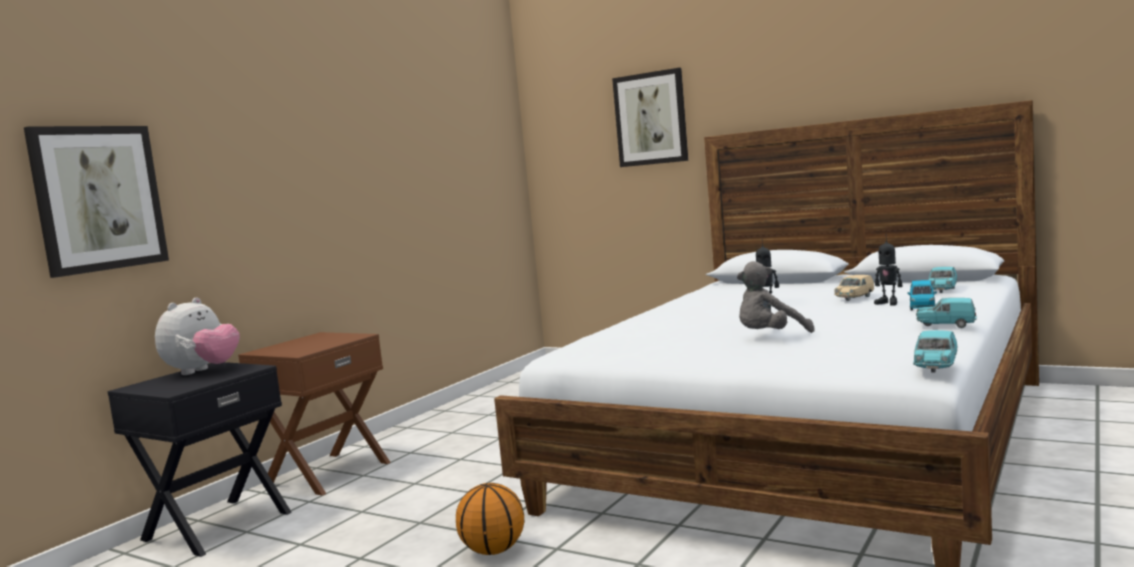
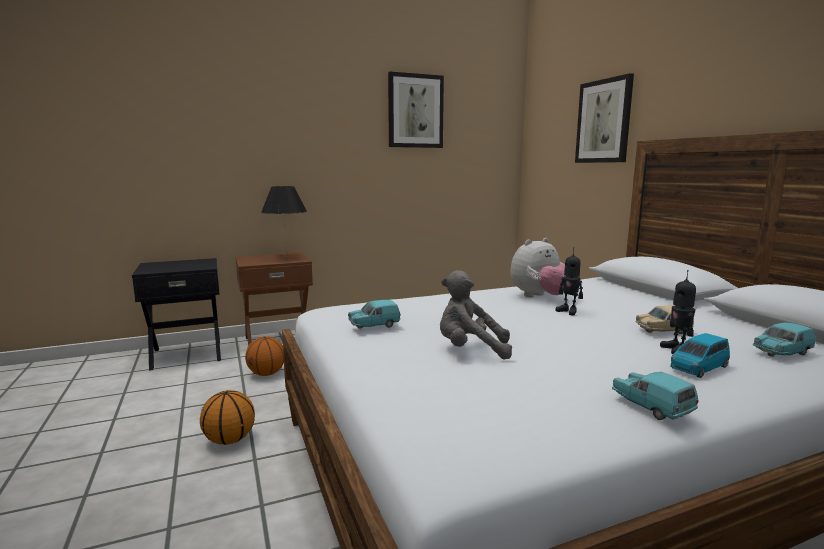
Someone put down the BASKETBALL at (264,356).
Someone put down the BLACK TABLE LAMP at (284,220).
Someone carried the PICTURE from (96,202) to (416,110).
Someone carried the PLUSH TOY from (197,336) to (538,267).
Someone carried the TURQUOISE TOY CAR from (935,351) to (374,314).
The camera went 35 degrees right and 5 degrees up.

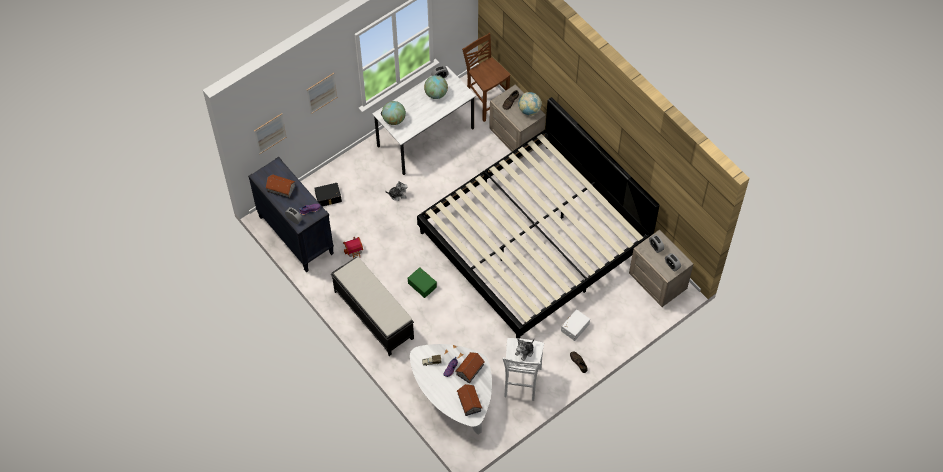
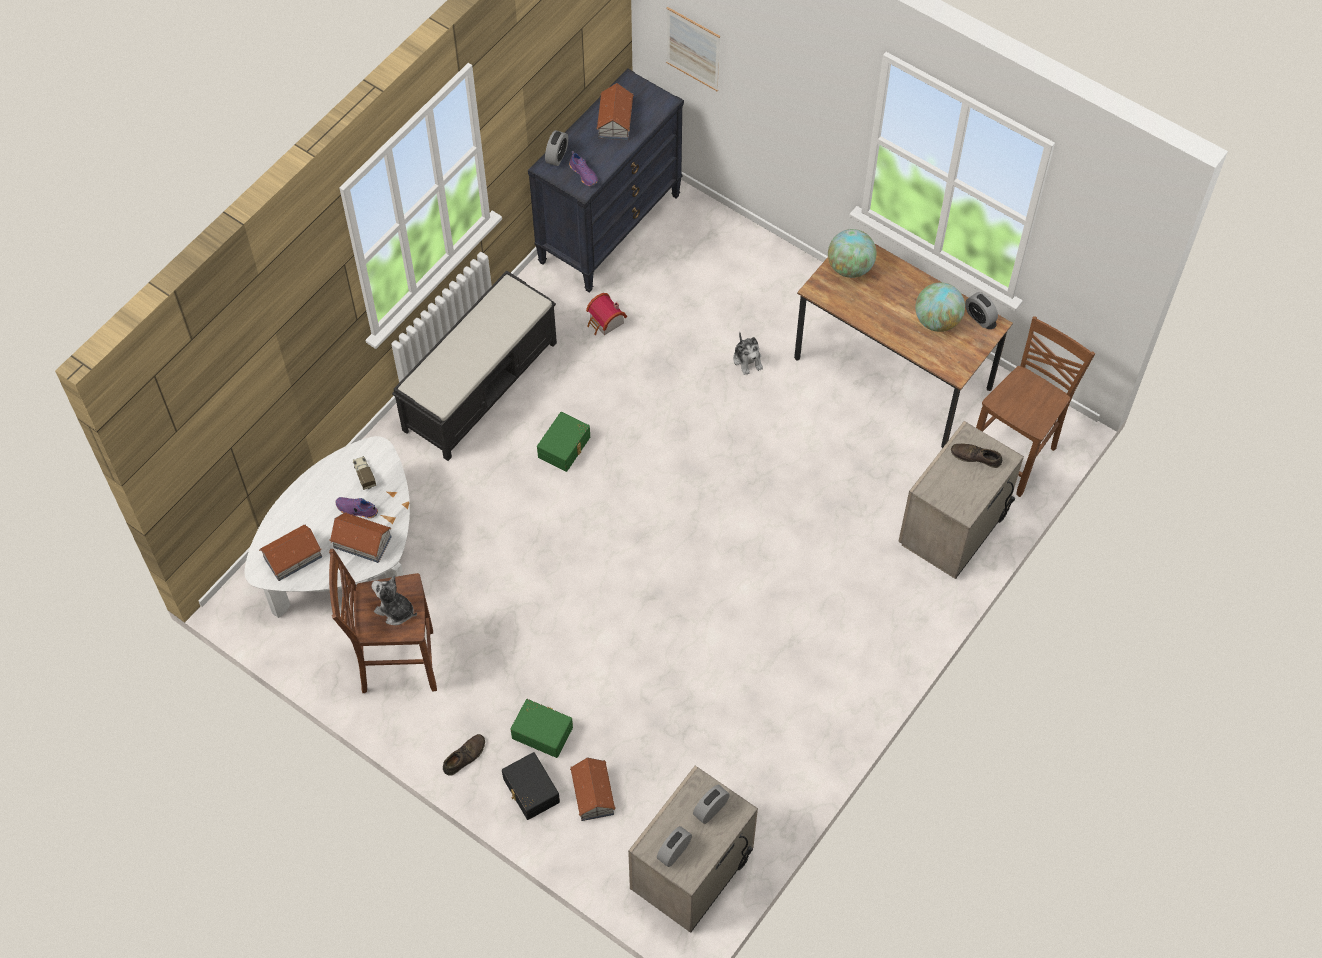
Someone took away the PICTURE at (322,93).
Someone took away the BED at (538,218).
Someone took away the GLOBE at (530,104).
Someone put down the TOY HOUSE at (593,789).
Someone carried the BLACK STORAGE BOX from (328,195) to (531,786).
Someone repainted the WHITE DESK at (424,120), which became the BROWN DESK at (903,345).
Someone repainted the WHITE STOOL at (523,369), which became the BROWN STOOL at (383,621).
Someone repainted the WHITE STORAGE BOX at (575,325), which became the GREEN STORAGE BOX at (542,728).
The camera went 75 degrees right and 0 degrees up.

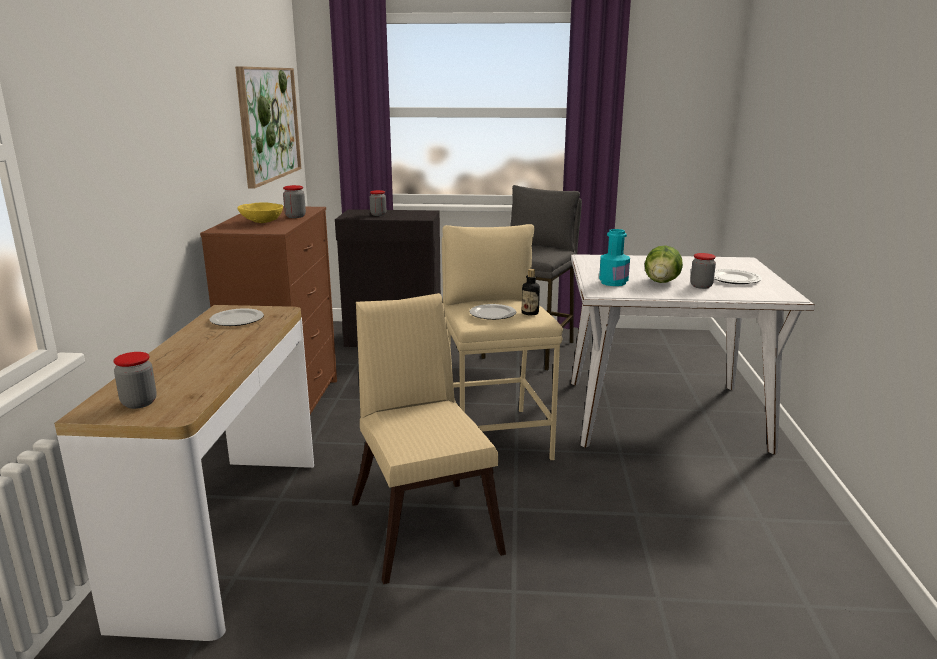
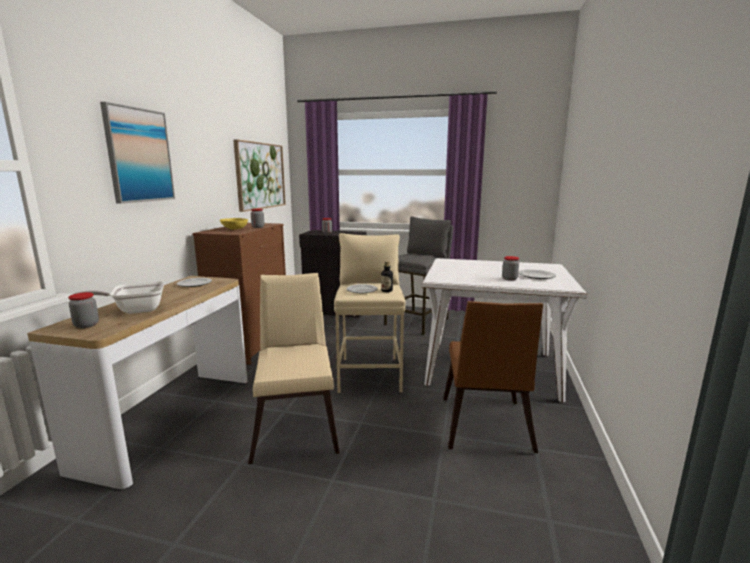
Someone took away the TURQUOISE BOTTLE at (614,257).
Someone took away the LETTUCE at (664,264).
Someone put down the FRYING PAN at (119,297).
Someone put up the PICTURE at (137,153).
Someone put down the BROWN CHAIR at (493,377).
The camera went 10 degrees right and 5 degrees down.

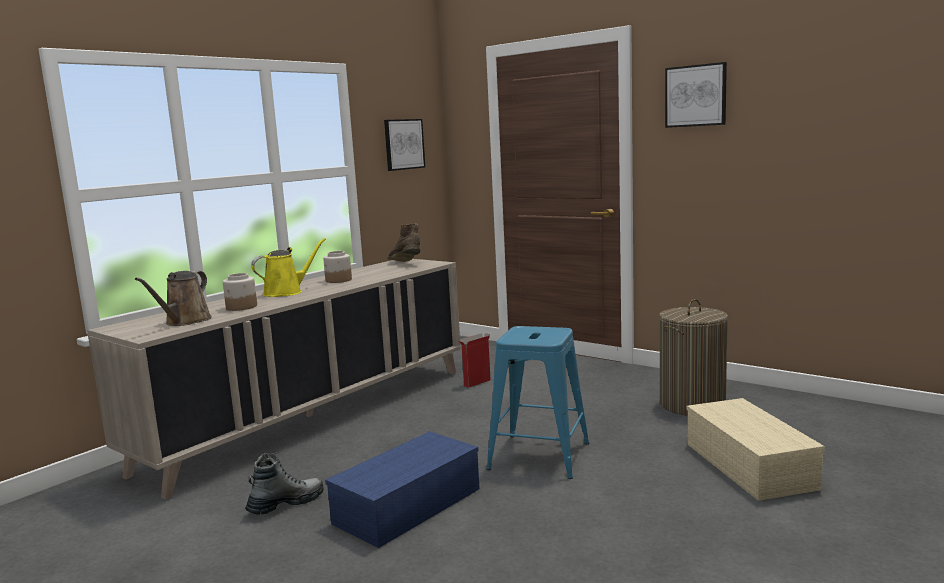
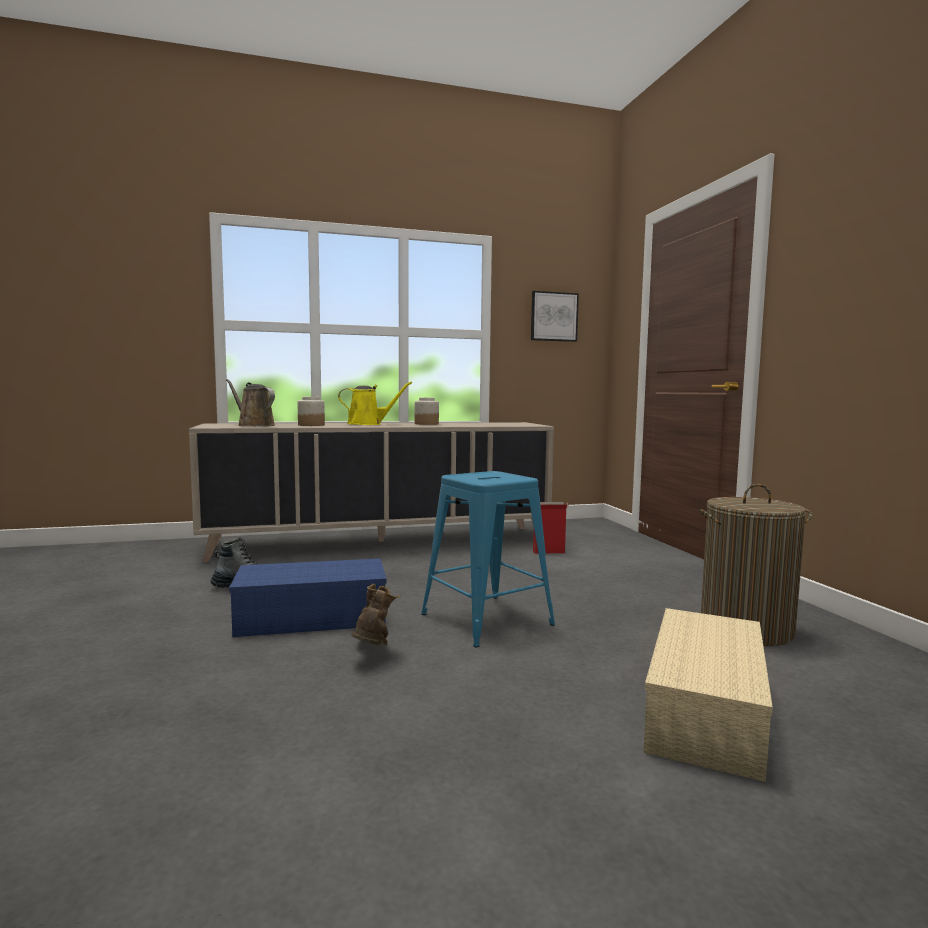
Someone took away the PICTURE at (696,95).
Someone carried the BROWN BOOT from (403,242) to (375,615).
Someone rotated the BROWN WATERING CAN at (173,298) by 75 degrees clockwise.
The camera went 35 degrees right and 5 degrees down.

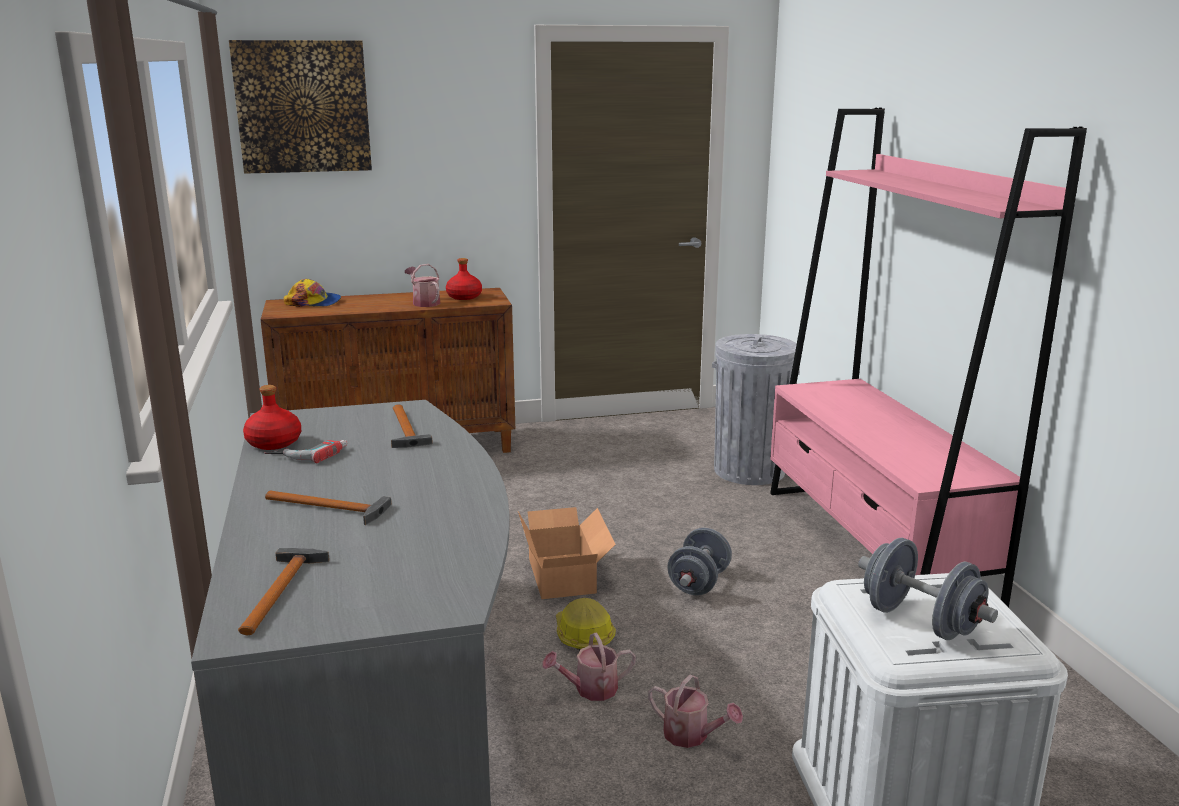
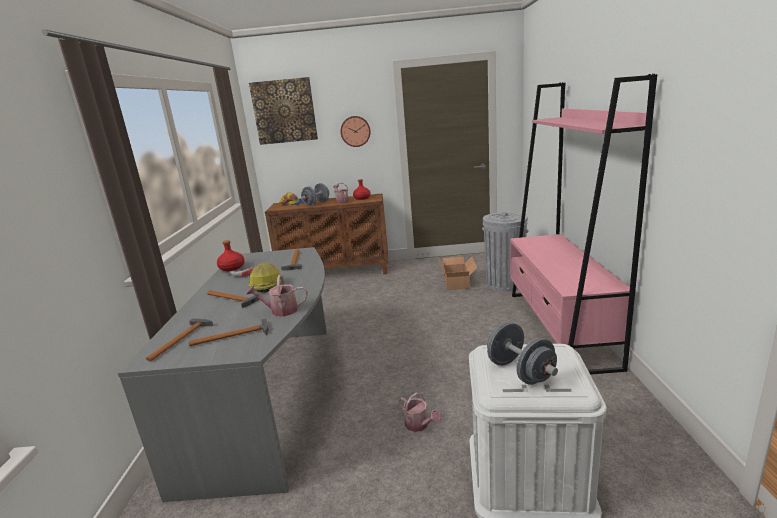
Someone put down the HAMMER at (229,332).
Someone put up the WALL CLOCK at (356,131).
Someone carried the CARDBOARD BOX from (567,553) to (458,273).
Someone carried the WATERING CAN from (589,666) to (277,295).
Someone carried the HARD HAT from (586,624) to (265,277).
Someone carried the GREY DUMBBELL from (699,561) to (315,194).
The camera went 15 degrees right and 0 degrees up.

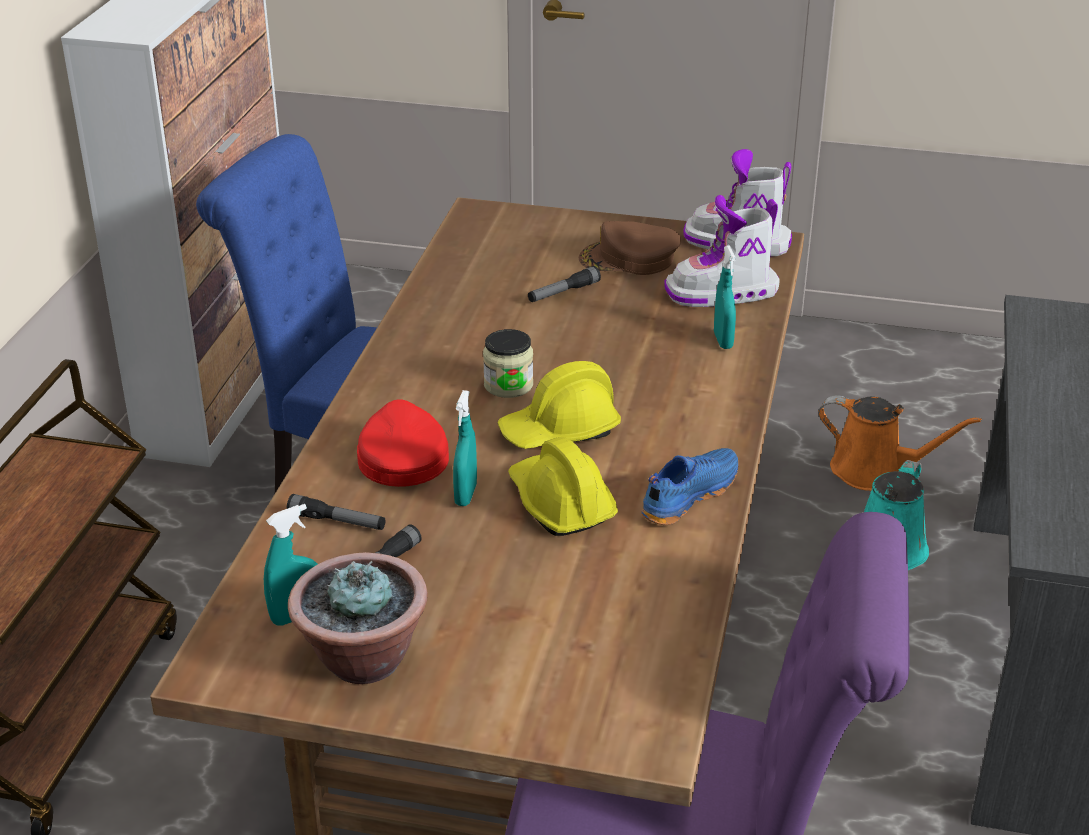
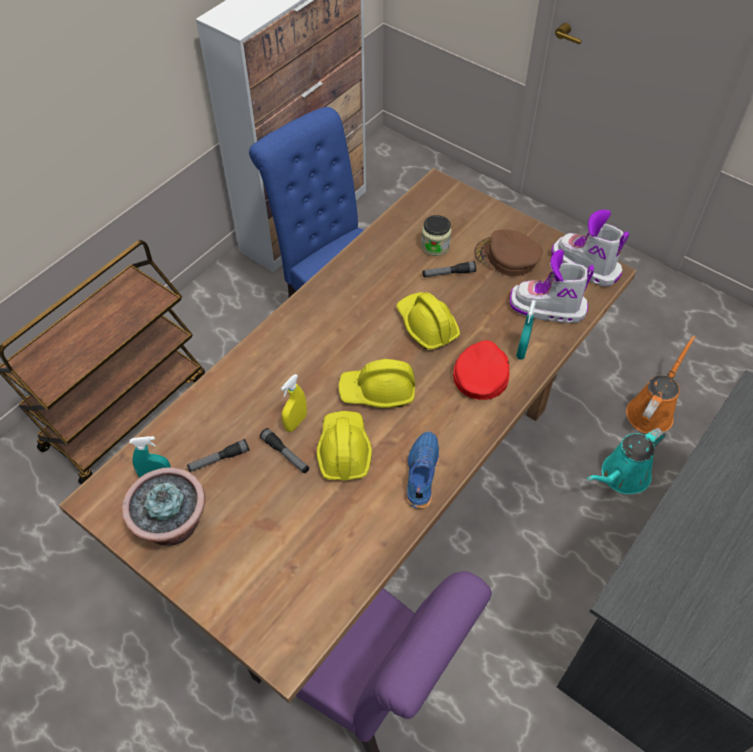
Someone put down the YELLOW HARD HAT at (428,320).
Someone carried the FLASHLIGHT from (336,512) to (284,450).
Someone carried the RED CAP from (403,443) to (481,370).
Someone carried the JAR from (508,363) to (436,235).
Someone repainted the TURQUOISE SPRAY BOTTLE at (465,448), which became the YELLOW SPRAY BOTTLE at (294,403).
Someone rotated the BLUE SHOE at (689,486) by 60 degrees counterclockwise.
Someone rotated the ORANGE WATERING CAN at (900,443) by 105 degrees counterclockwise.
The camera went 25 degrees right and 20 degrees up.

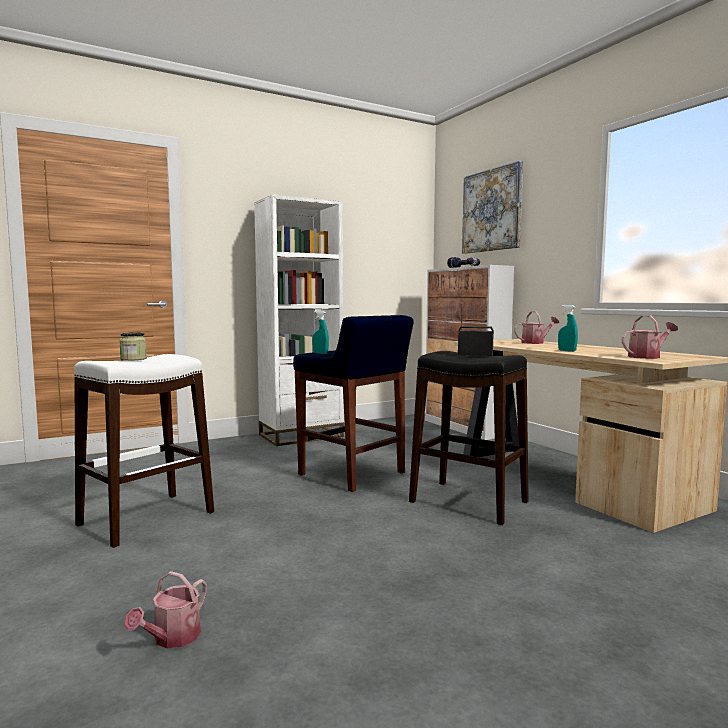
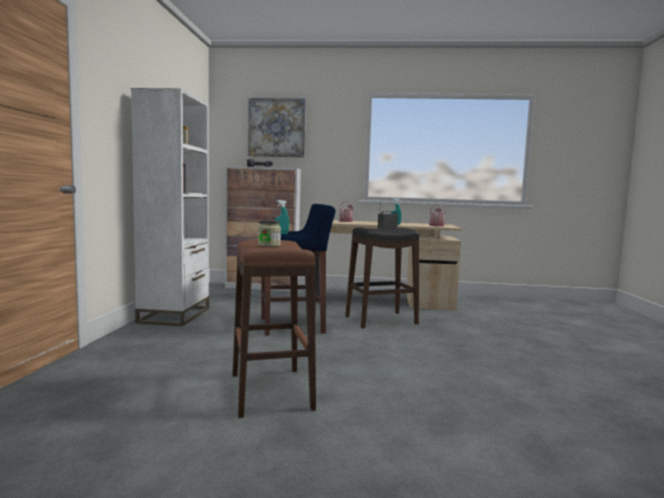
Someone took away the WATERING CAN at (165,610).
Someone repainted the WHITE STOOL at (144,451), which became the BROWN STOOL at (274,329).
The camera went 55 degrees left and 0 degrees up.

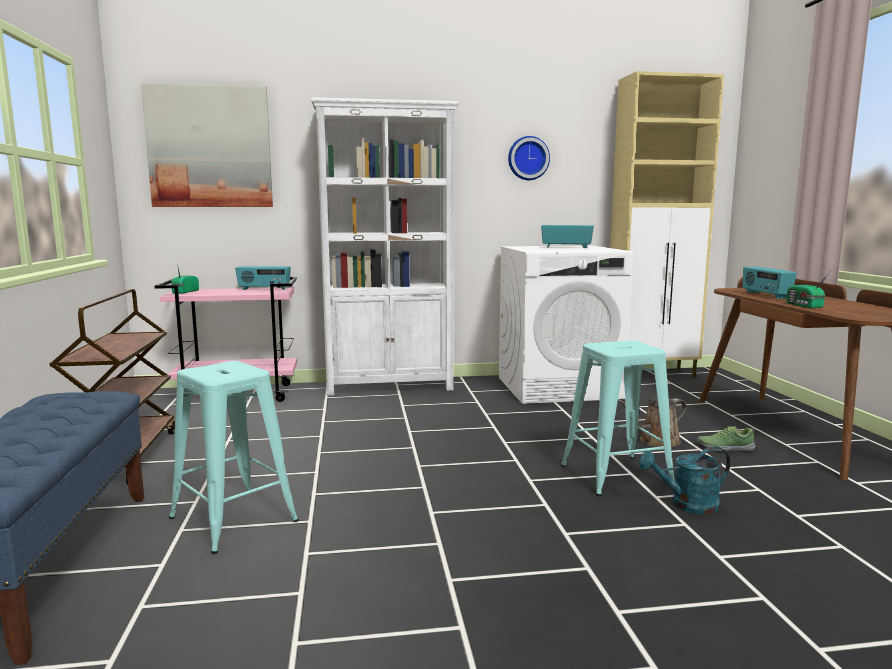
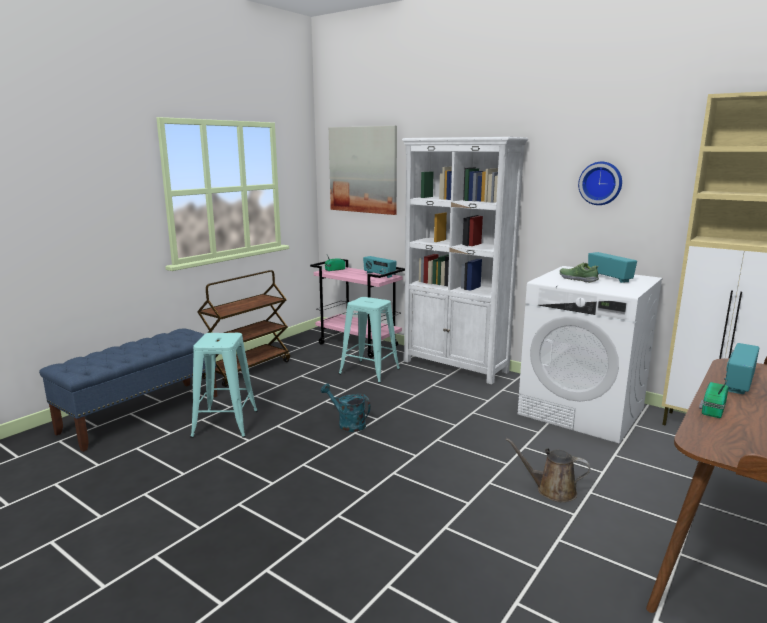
Someone carried the TURQUOISE STOOL from (618,418) to (369,340).
Someone carried the TURQUOISE WATERING CAN from (684,480) to (346,408).
Someone carried the SHOE from (726,438) to (579,273).
The camera went 45 degrees right and 5 degrees up.

